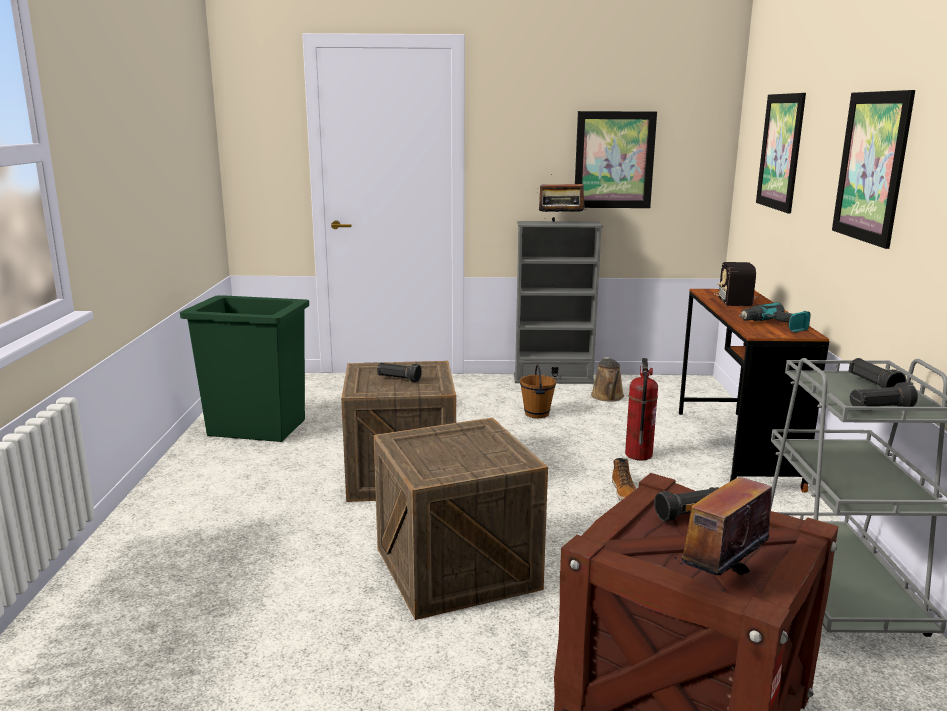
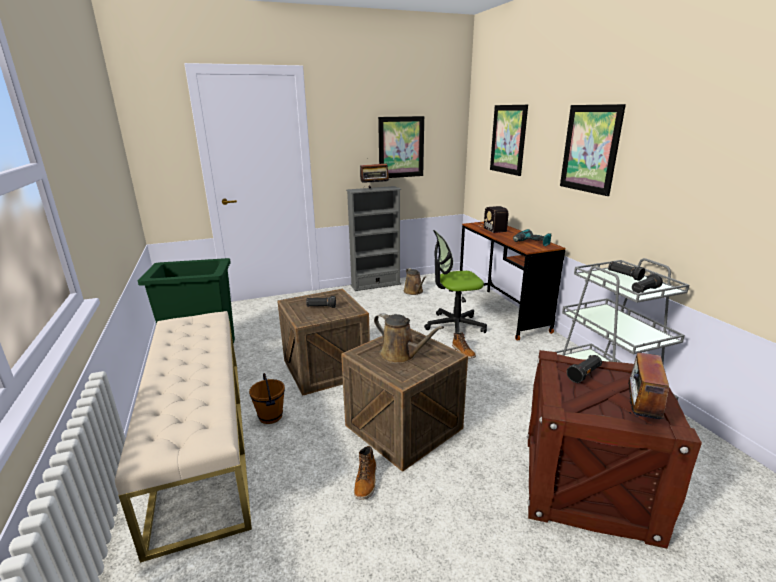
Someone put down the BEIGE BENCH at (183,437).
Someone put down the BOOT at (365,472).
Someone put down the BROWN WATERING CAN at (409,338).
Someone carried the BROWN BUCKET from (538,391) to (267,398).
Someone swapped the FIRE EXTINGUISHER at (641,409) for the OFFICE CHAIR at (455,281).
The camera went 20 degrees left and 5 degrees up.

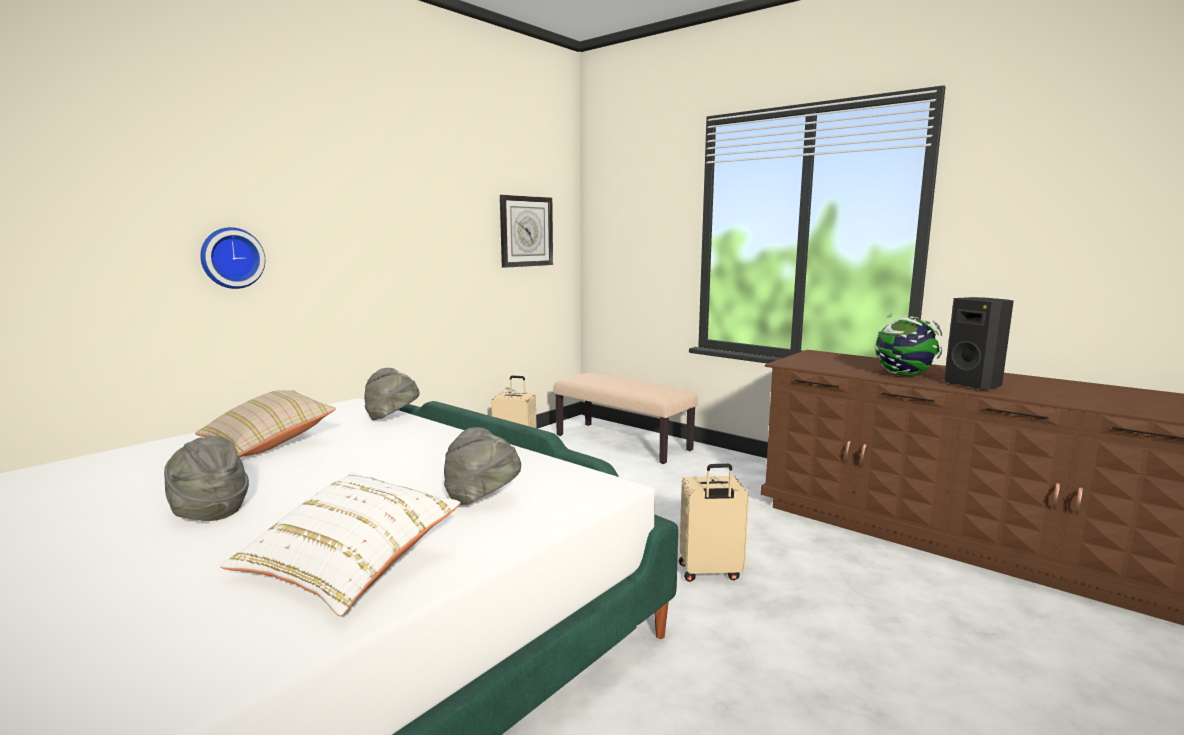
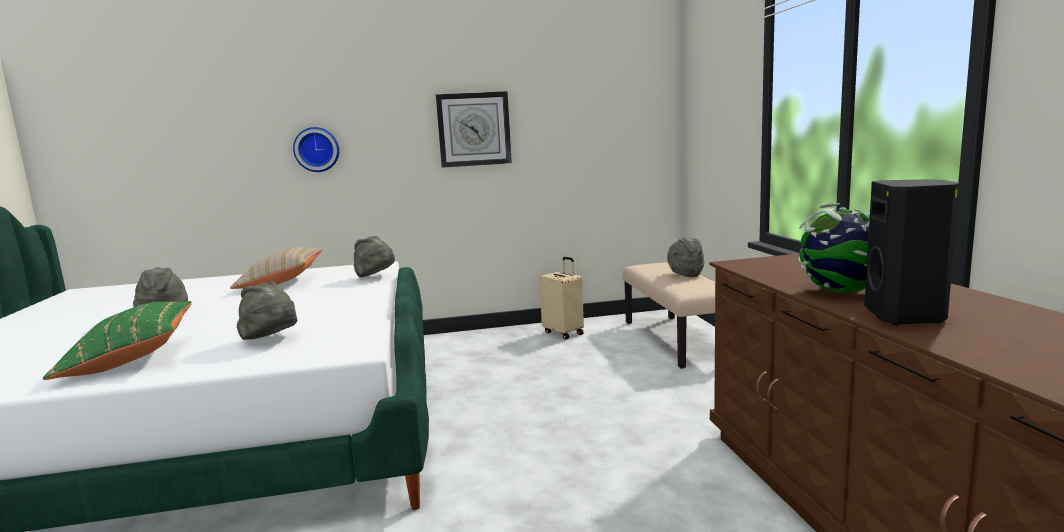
Someone took away the BEIGE SUITCASE at (714,523).
Someone put down the GREY HAT at (685,257).
Someone carried the WALL CLOCK from (526,231) to (474,129).
Someone repainted the WHITE PILLOW at (340,544), which became the GREEN PILLOW at (117,340).
The camera went 40 degrees right and 0 degrees up.

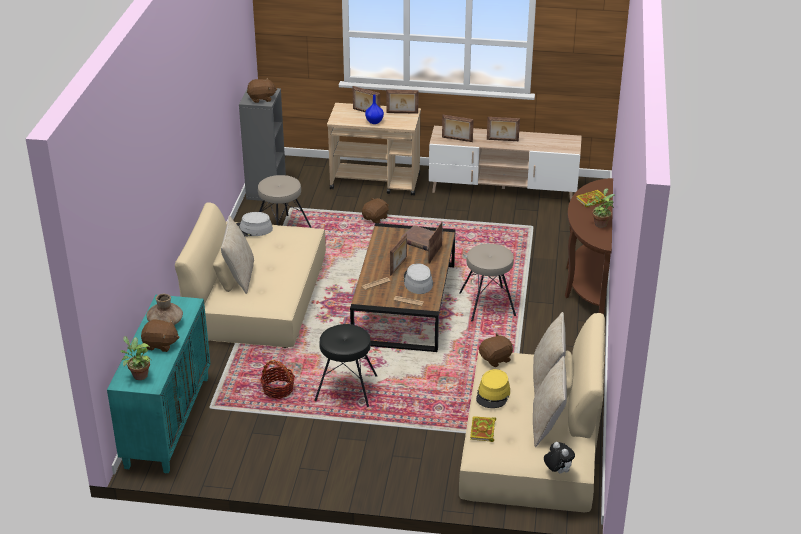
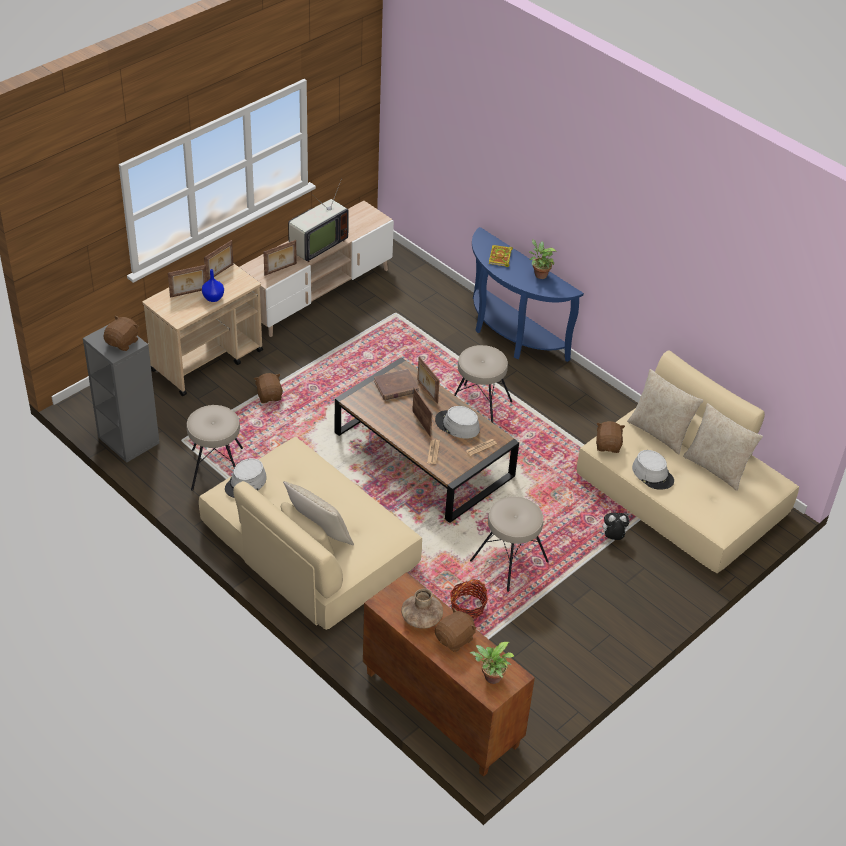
Someone took away the BOOK at (483,429).
Someone carried the PLUSH TOY from (559,457) to (614,526).
Someone swapped the PICTURE FRAME at (503,129) for the TELEVISION at (318,220).
Someone repainted the TURQUOISE CABINET at (159,384), which became the BROWN CABINET at (449,674).
Someone repainted the BLACK STOOL at (345,365), which became the BEIGE STOOL at (509,544).
Someone repainted the YELLOW HAT at (493,388), which became the GREY HAT at (653,470).
Someone repainted the BROWN CONSOLE TABLE at (589,246), which became the BLUE CONSOLE TABLE at (528,294).
The camera went 55 degrees left and 10 degrees up.

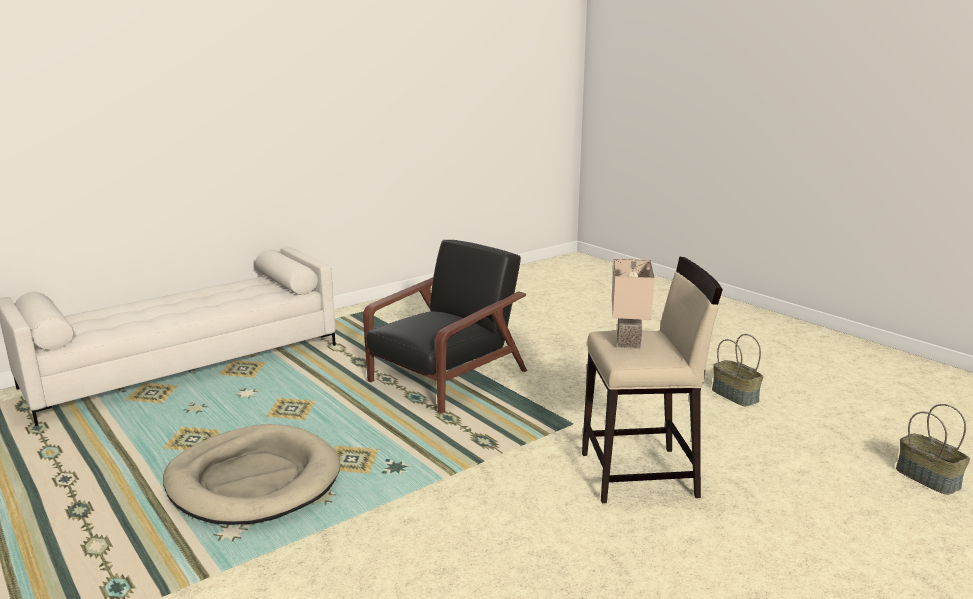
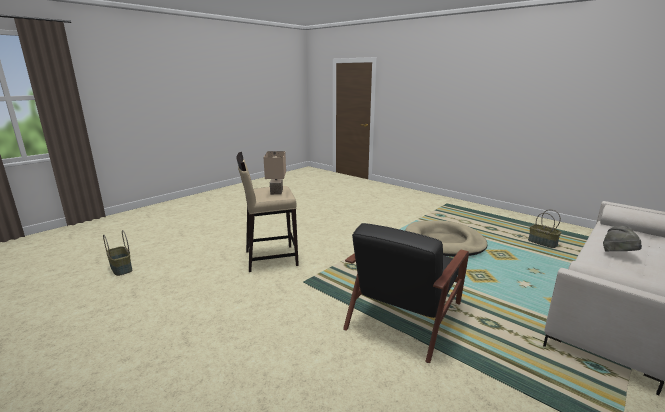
Someone put down the GREY HAT at (622,239).
Someone carried the BASKET from (737,370) to (544,228).
The camera went 170 degrees right and 0 degrees up.

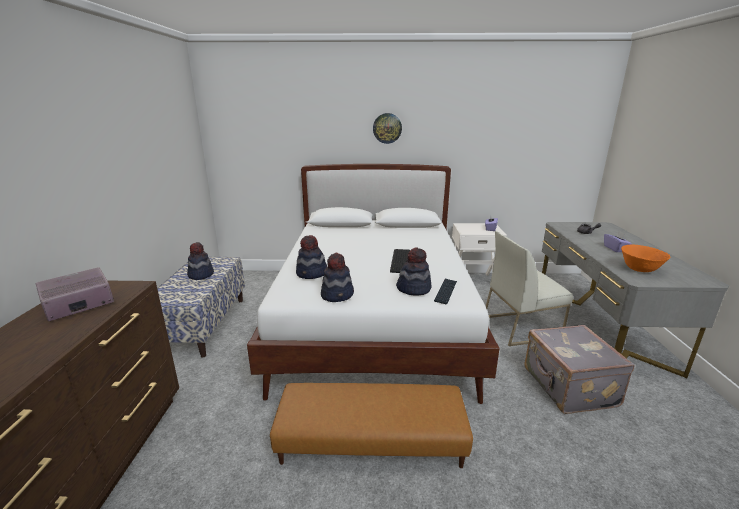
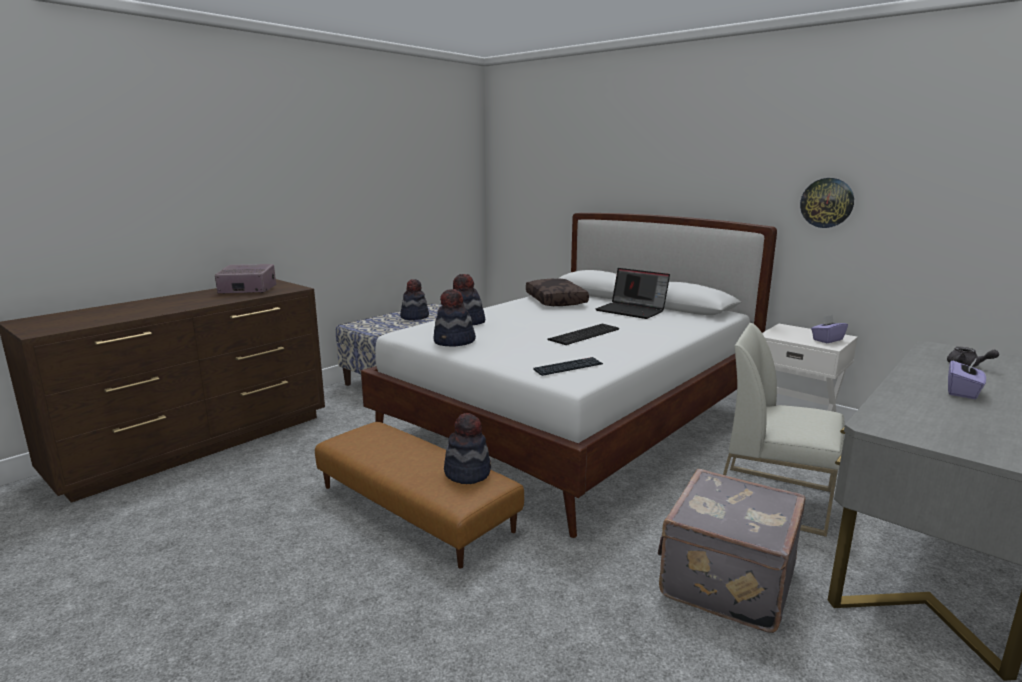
Someone took away the ORANGE BOWL at (646,258).
Someone put down the BROWN PILLOW at (557,292).
Someone put down the LAPTOP at (633,293).
Someone carried the WALL CLOCK from (387,128) to (827,203).
Someone carried the HAT from (414,271) to (467,448).
The camera went 40 degrees right and 5 degrees down.

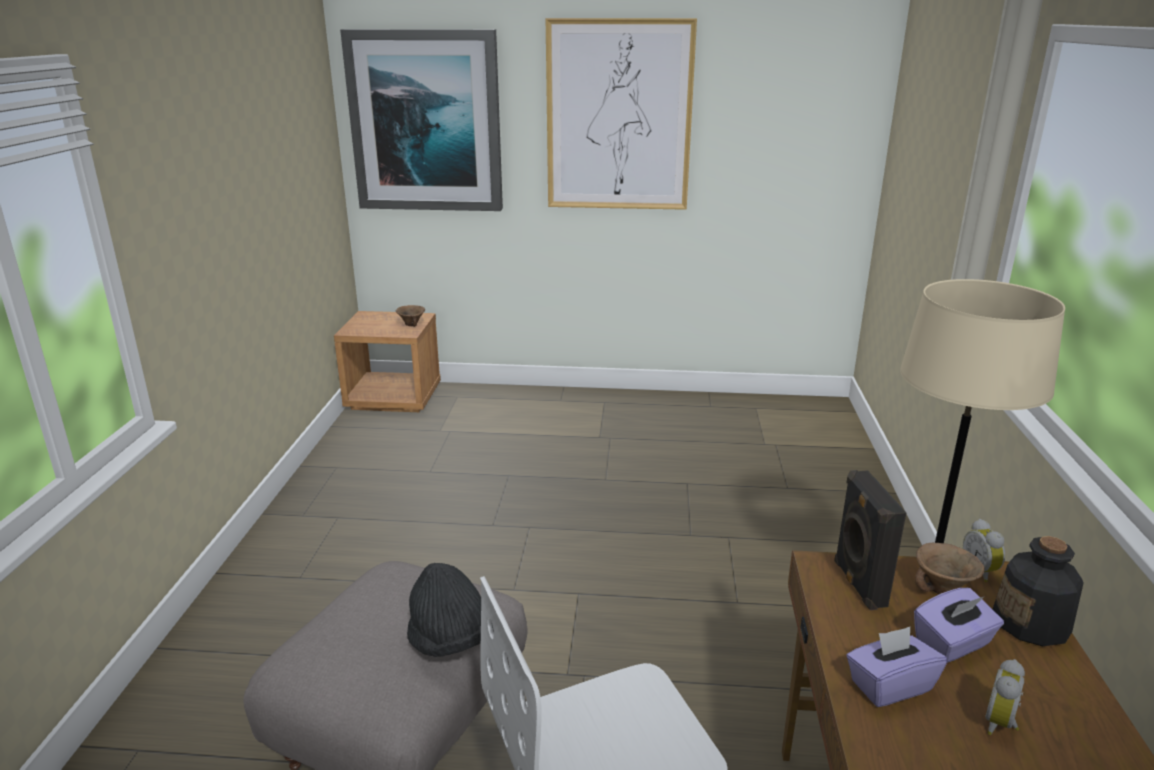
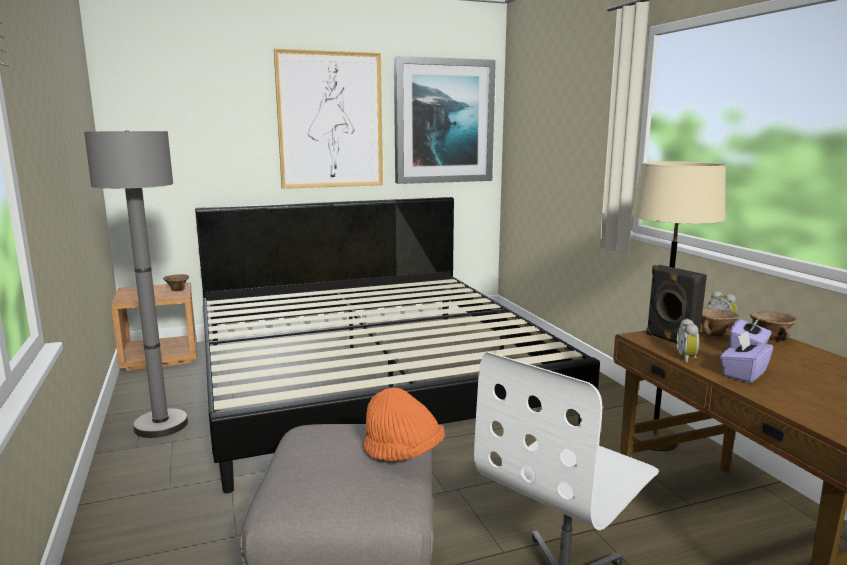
Someone put down the GREY FLOOR LAMP at (136,284).
Someone put down the BED at (397,345).
Someone carried the PICTURE from (421,120) to (445,120).
Someone carried the ALARM CLOCK from (1005,697) to (688,341).
Someone swapped the BOTTLE at (1038,591) for the BROWN BOWL at (773,326).
Someone repainted the BLACK HAT at (450,610), which became the ORANGE HAT at (404,424).
The camera went 25 degrees left and 10 degrees down.

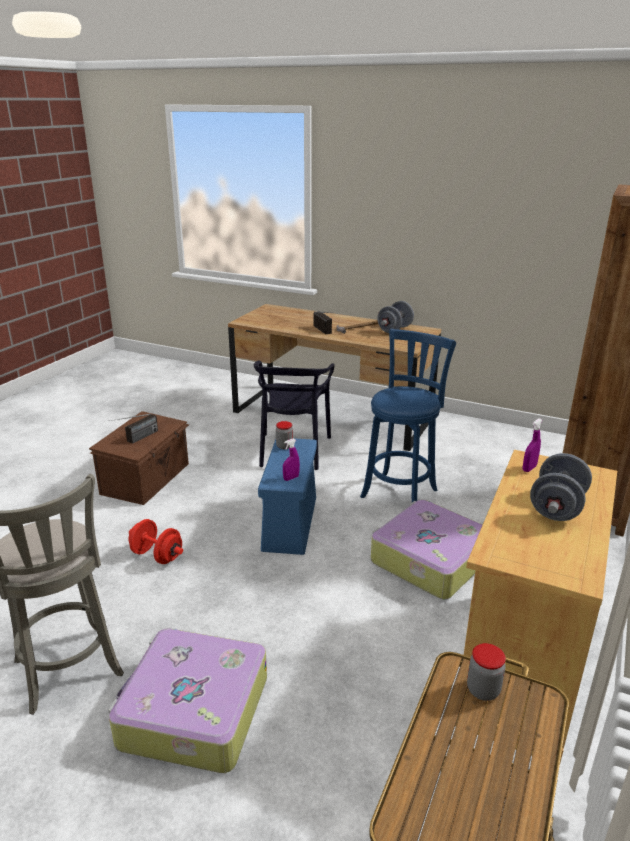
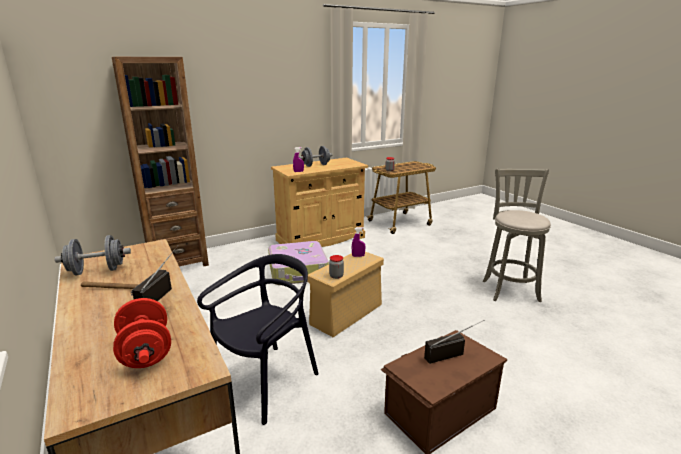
Someone took away the SUITCASE at (187,700).
Someone took away the BLUE STOOL at (408,415).
Someone carried the RED DUMBBELL from (155,541) to (142,333).
Someone repainted the BLUE STORAGE BOX at (287,496), which became the BEIGE STORAGE BOX at (346,294).
The camera went 145 degrees left and 5 degrees down.

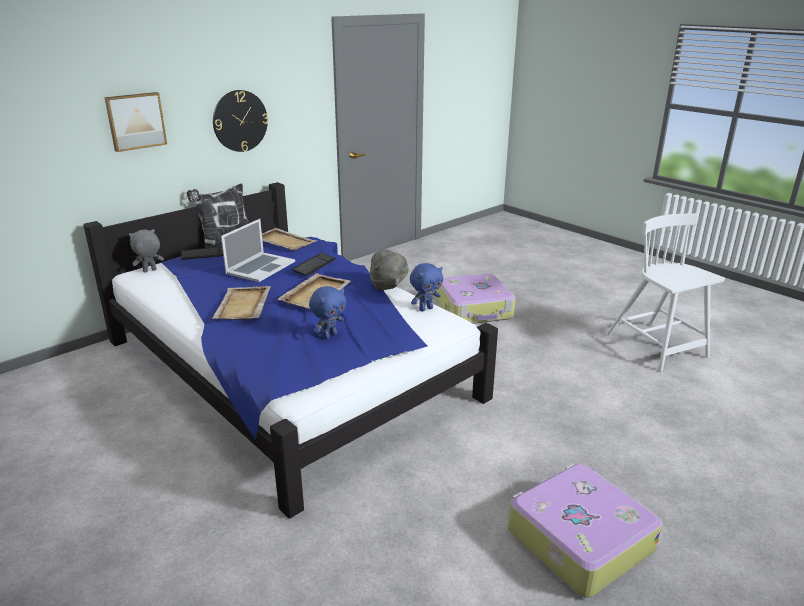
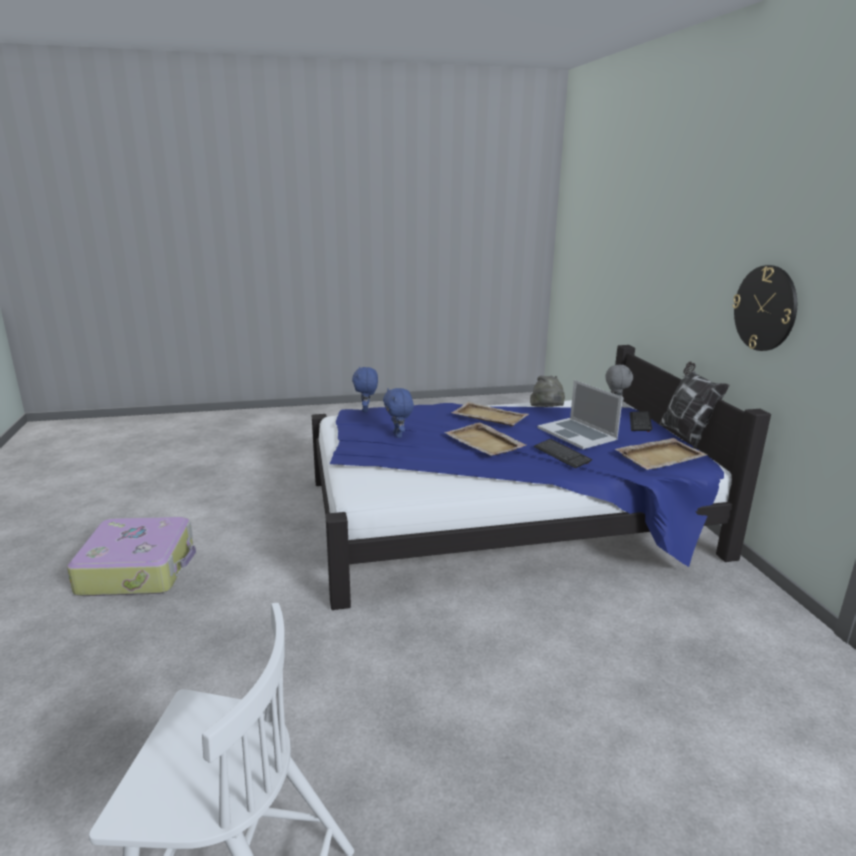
Someone took away the PICTURE at (135,122).
Someone took away the SUITCASE at (476,298).
Someone carried the GREY HAT from (389,269) to (547,391).
Someone carried the BLUE PLUSH TOY from (426,287) to (365,389).
The camera went 120 degrees right and 5 degrees down.

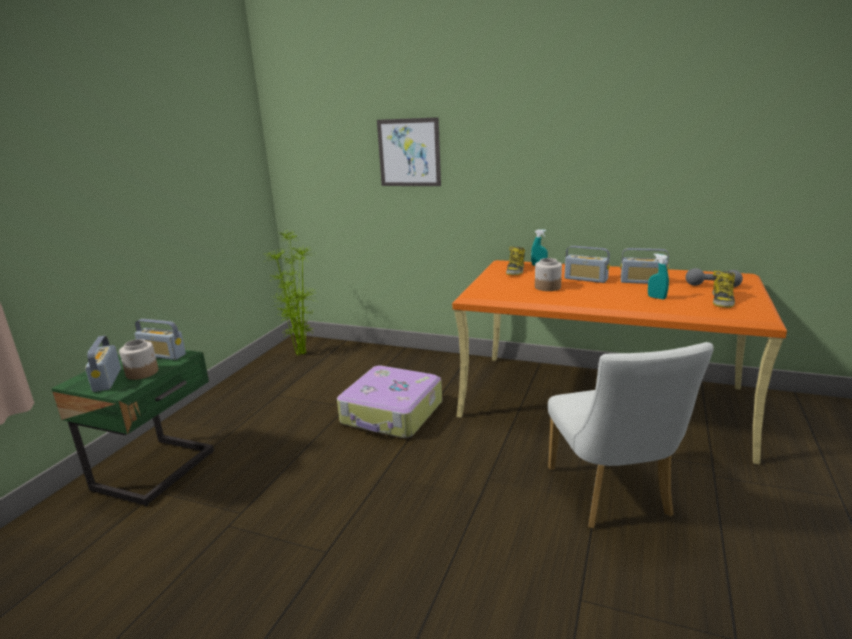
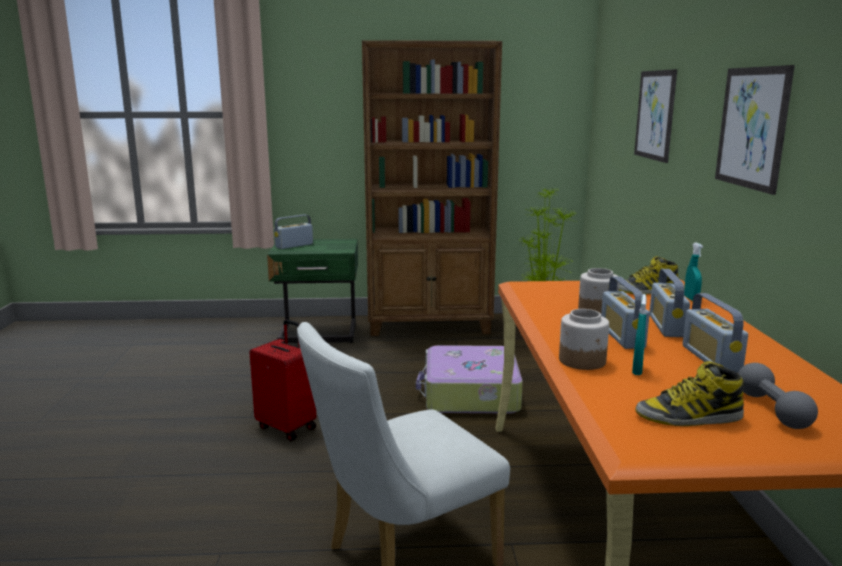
Someone put down the RED SUITCASE at (282,380).
Someone put down the BROWN BOOKCASE at (432,188).
Someone put up the PICTURE at (755,130).
Someone carried the JAR from (138,359) to (584,339).
Someone carried the RADIO from (160,339) to (625,312).
The camera went 65 degrees right and 5 degrees down.

